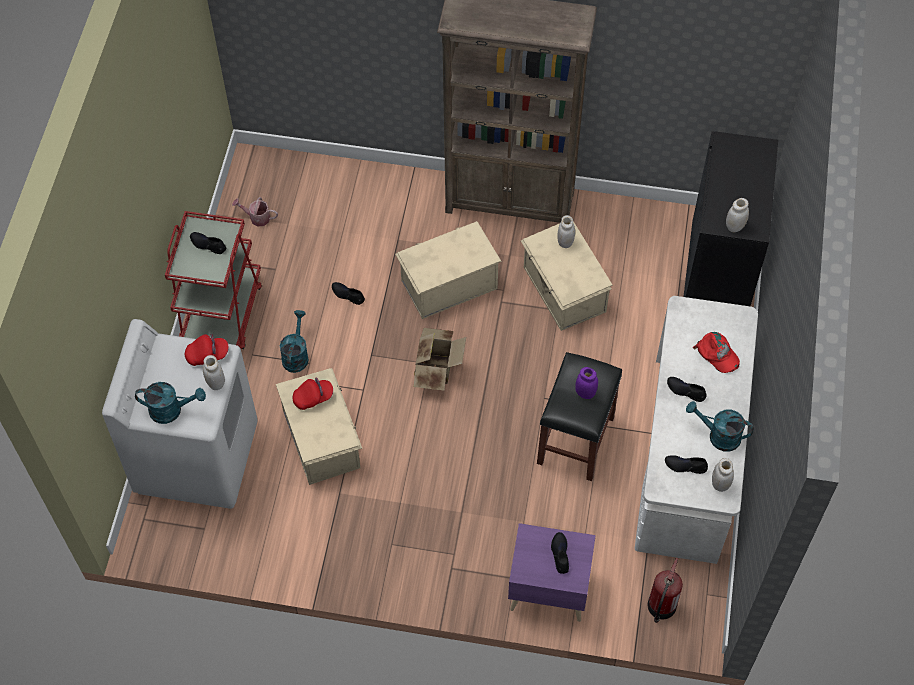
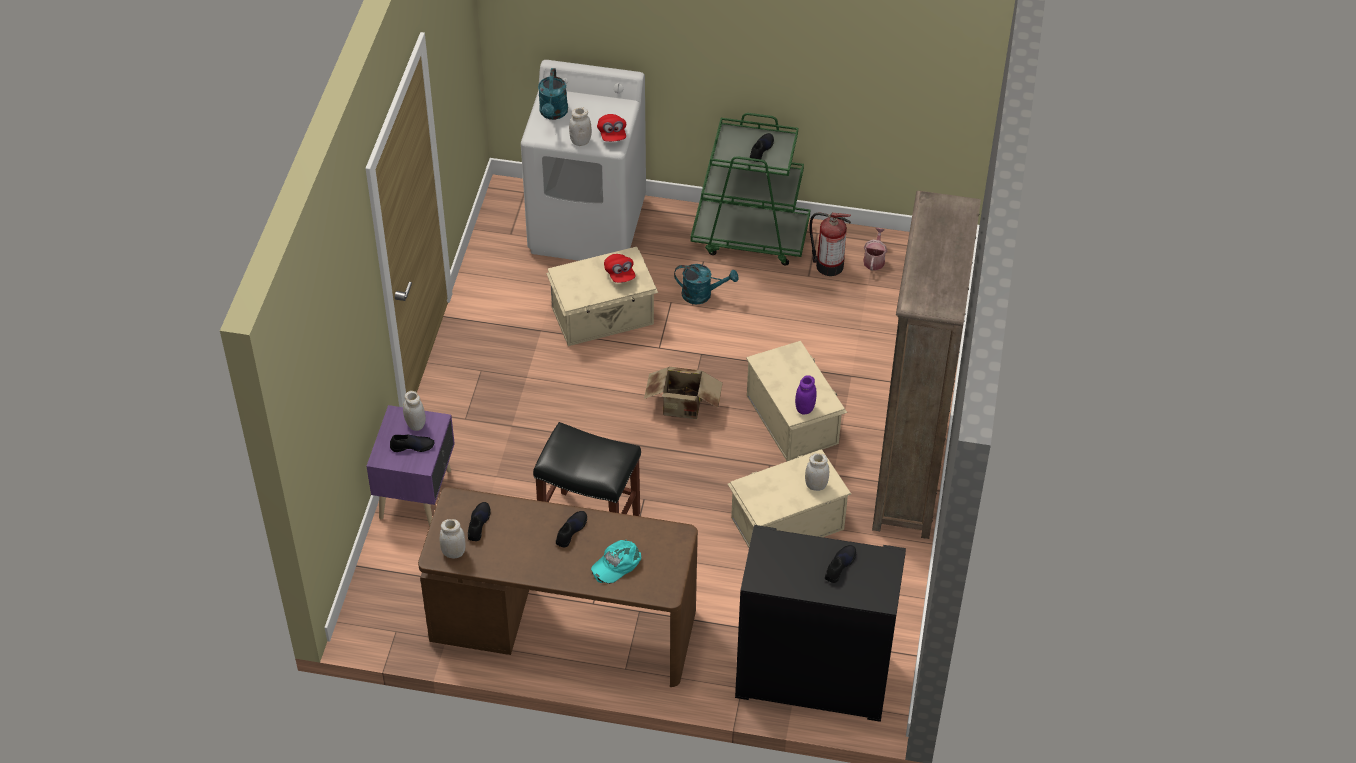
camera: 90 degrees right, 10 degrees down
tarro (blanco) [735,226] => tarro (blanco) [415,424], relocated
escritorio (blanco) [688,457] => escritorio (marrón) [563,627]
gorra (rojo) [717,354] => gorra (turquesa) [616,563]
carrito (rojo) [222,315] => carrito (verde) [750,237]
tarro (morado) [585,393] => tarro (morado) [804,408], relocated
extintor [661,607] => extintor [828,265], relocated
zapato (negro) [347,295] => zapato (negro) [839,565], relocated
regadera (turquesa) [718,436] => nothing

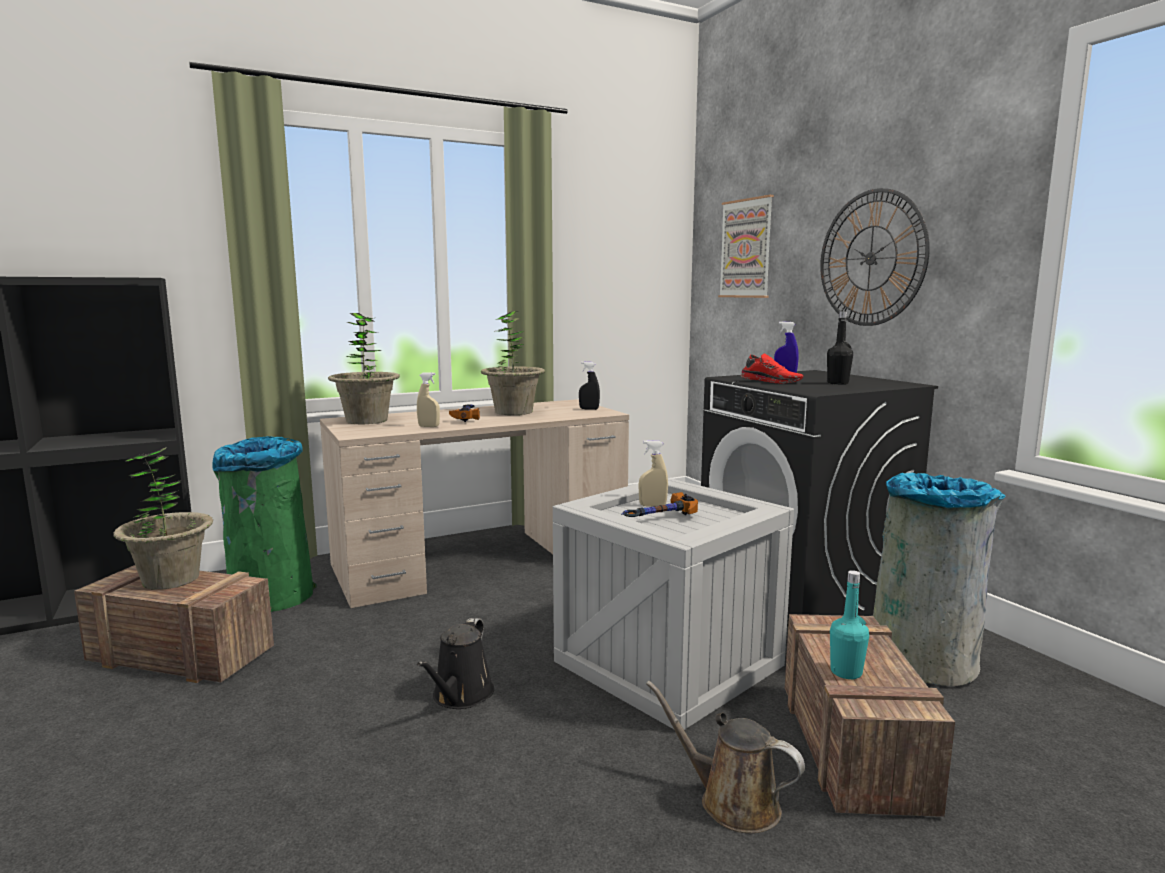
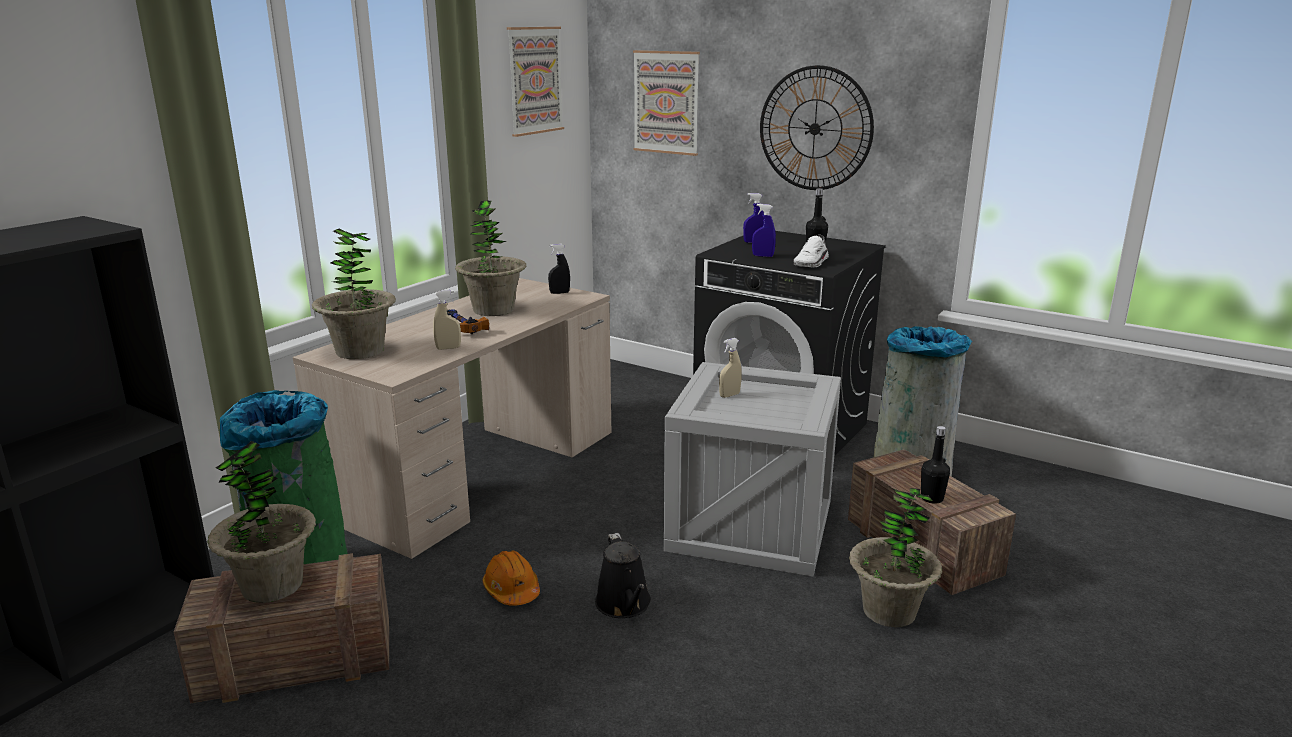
camera: 30 degrees left, 10 degrees up
nothing => casco (naranja) [511,590]
nothing => cuadro [534,80]
zapato (rojo) [771,381] => pulverizador (azul) [763,256]
nothing => zapato (blanco) [812,263]
regadera (marrón) [732,802] => planta en maceta [889,611]
botella (turquesa) [846,672] => botella (negro) [931,498]
martillo [660,519] => nothing

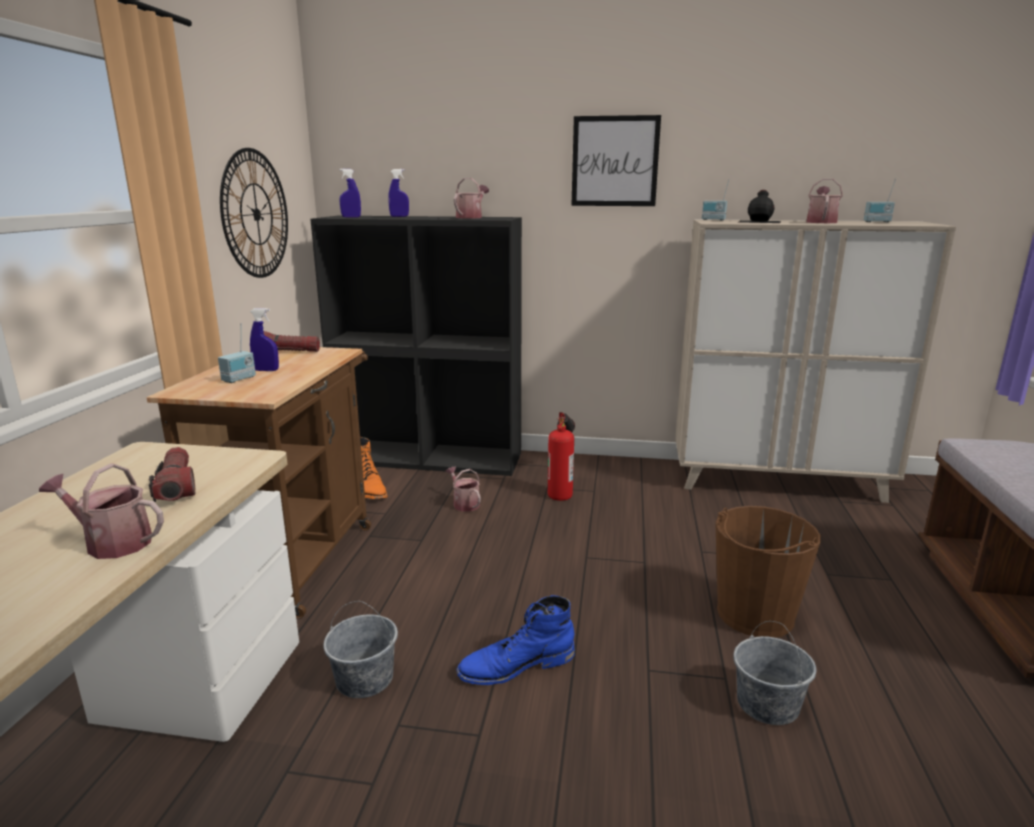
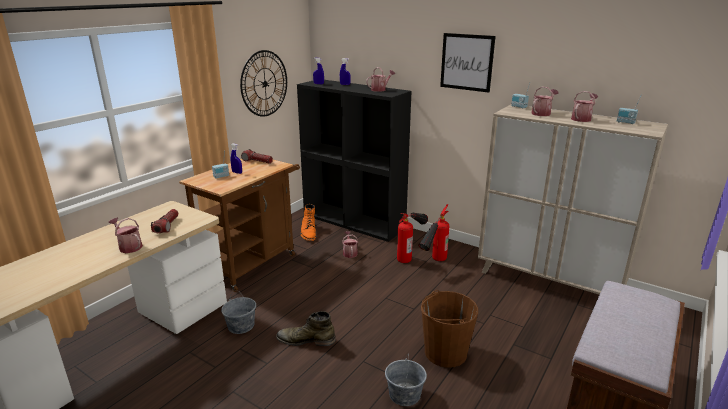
camera: 25 degrees right, 5 degrees up
bota (azul) [516,665] => bota (verde) [306,340]
nothing => extintor [433,263]
botella (negro) [760,221] => regadera [542,113]

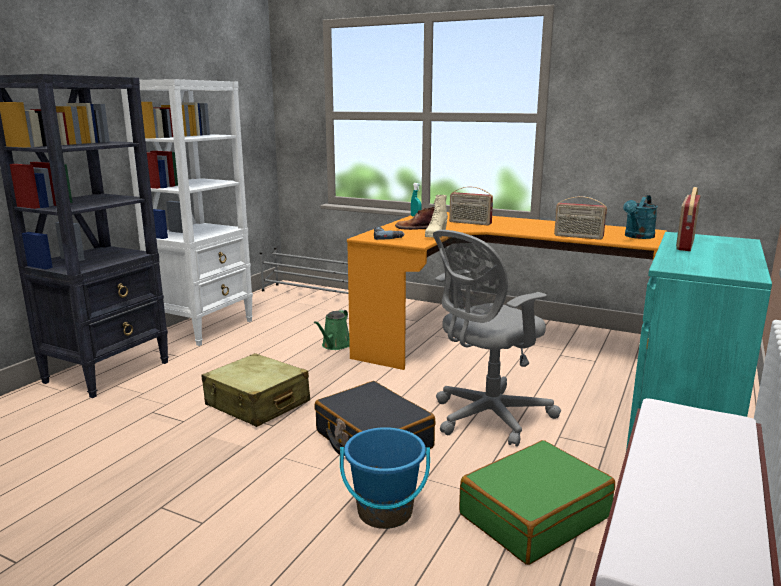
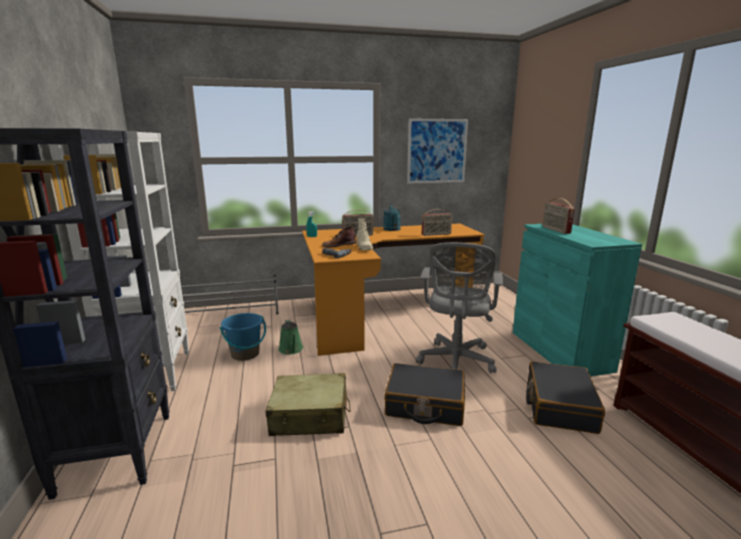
camera: 40 degrees left, 0 degrees up
cubo (azul) [385,512] => cubo (azul) [245,354], relocated
regadera (turquesa) [637,237] => regadera (turquesa) [392,230], relocated
nothing => cuadro [437,151]
maleta (verde) [533,515] => maleta (negro) [559,406]

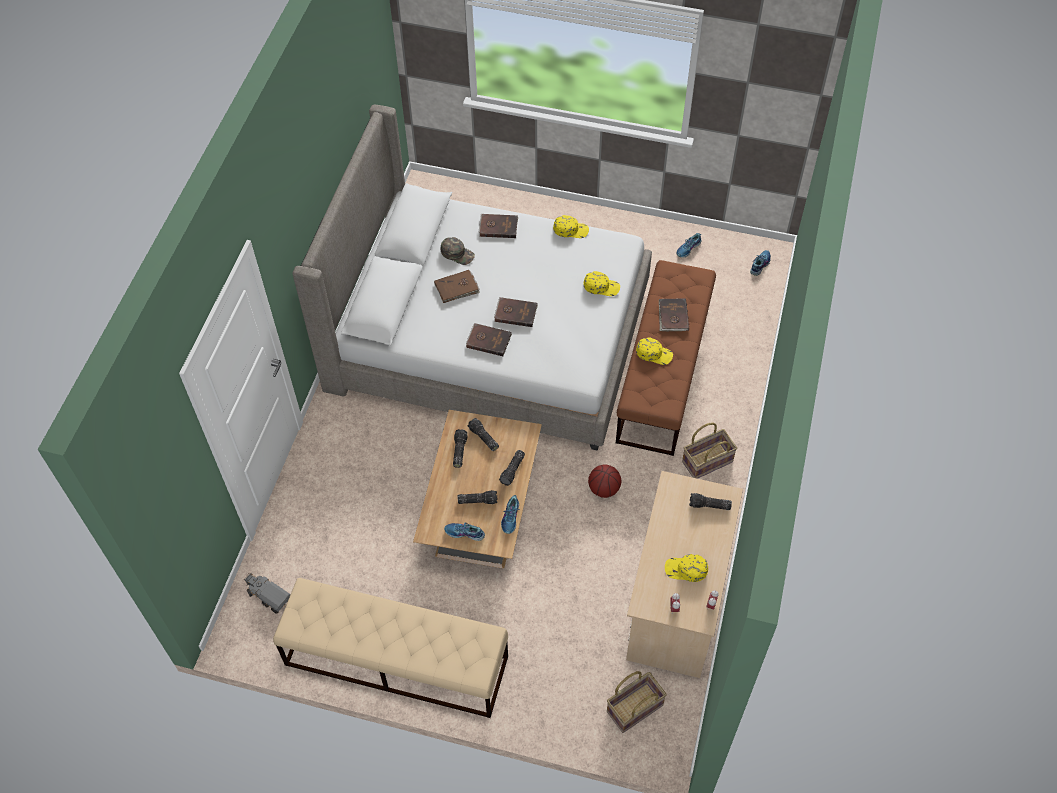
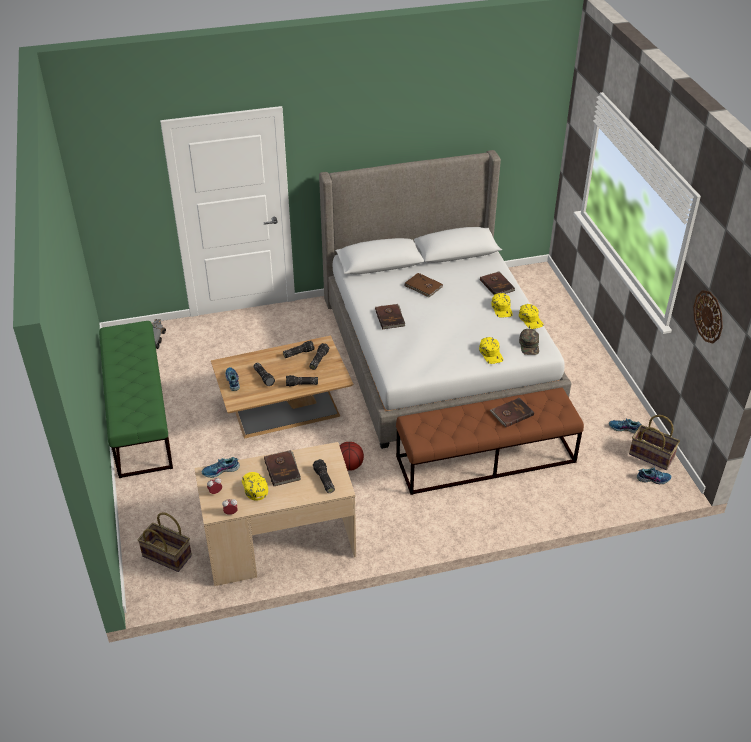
camera: 60 degrees right, 15 degrees down
banco (beis) [395,660] => banco (verde) [139,414]
zapato [511,517] => zapato [221,471], relocated
libro (marrón) [515,313] => libro (marrón) [282,469], relocated
gorra (amarillo) [654,353] => gorra (amarillo) [502,308], relocated
gorra (verde) [457,253] => gorra (verde) [529,345], relocated
cesta [707,461] => cesta [652,455], relocated
nothing => reloj de pared [708,316]

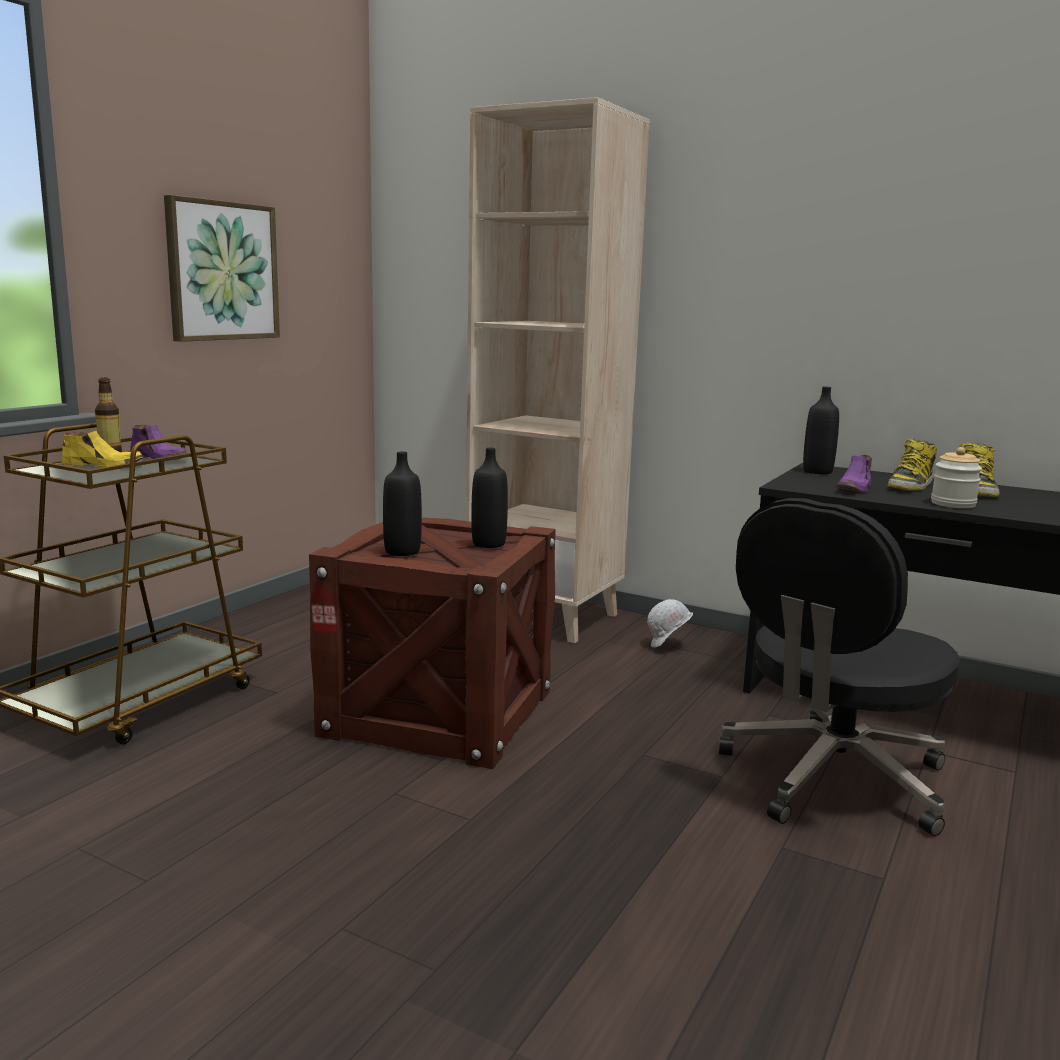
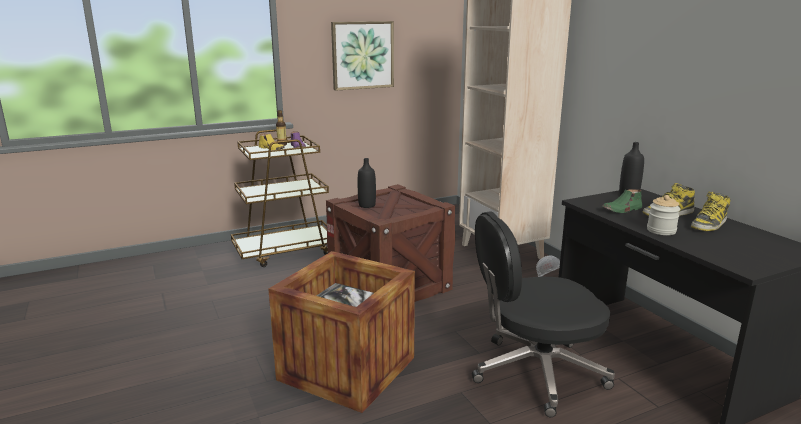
camera: 35 degrees right, 5 degrees up
nothing => caja de embalaje [347,368]
zapato (morado) [855,488] => zapato (verde) [622,210]
botella (negro) [488,544] => nothing

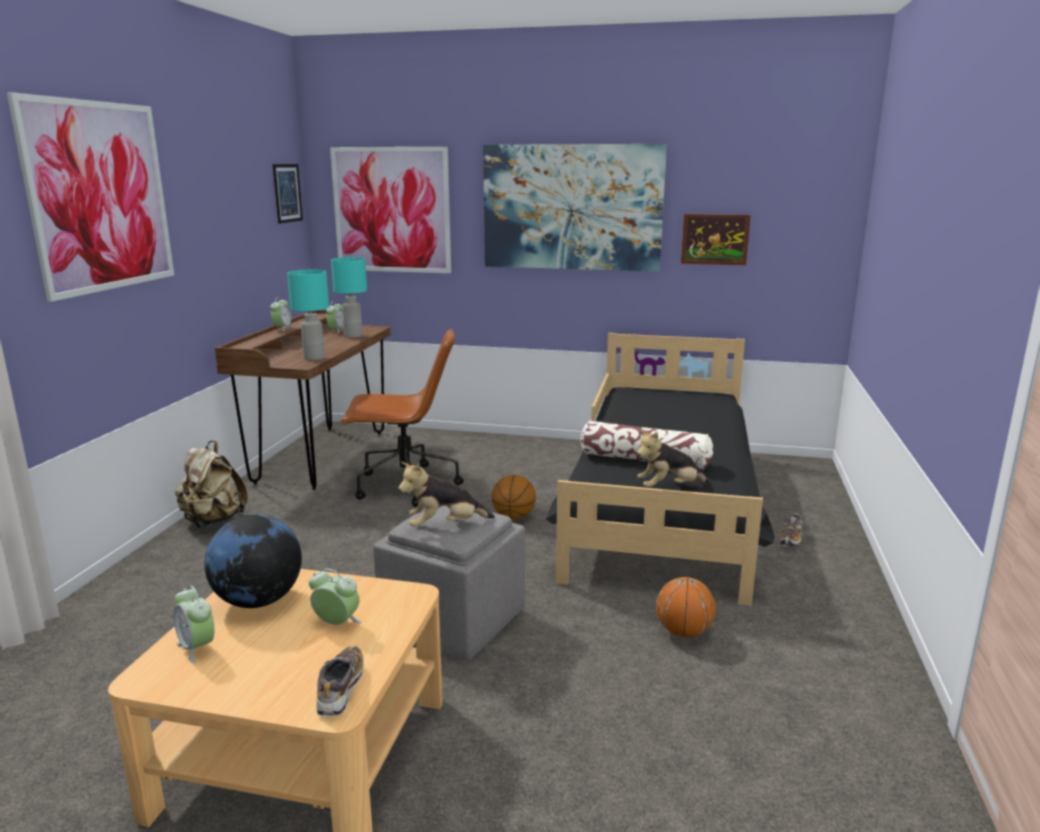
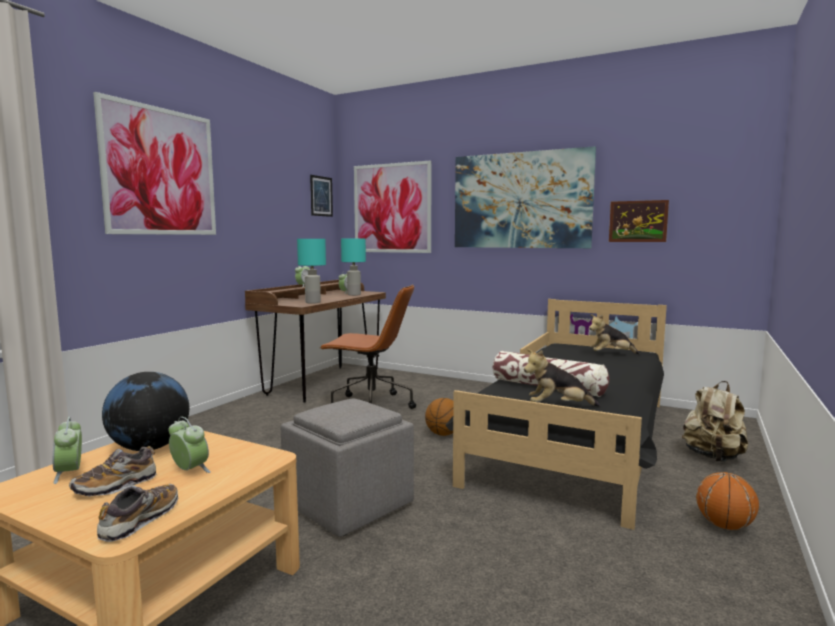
camera: 15 degrees right, 10 degrees down
zapato [791,539] => zapato [116,486], relocated
peluche [445,526] => peluche [611,354], relocated
mochila (beis) [213,521] => mochila (beis) [713,457], relocated
balón de baloncesto [683,632] => balón de baloncesto [724,526], relocated

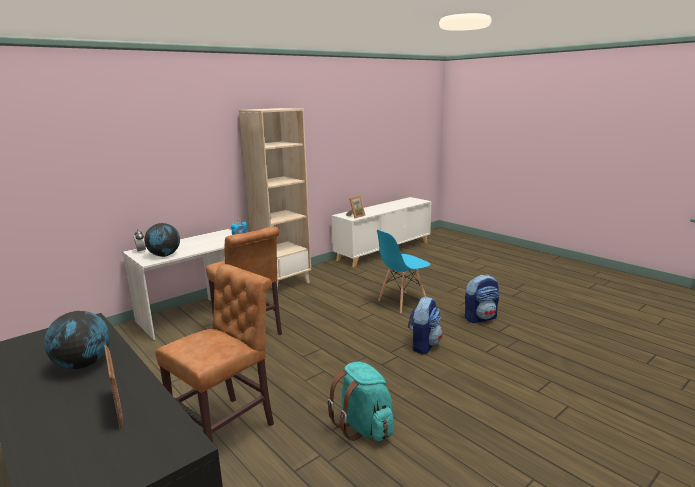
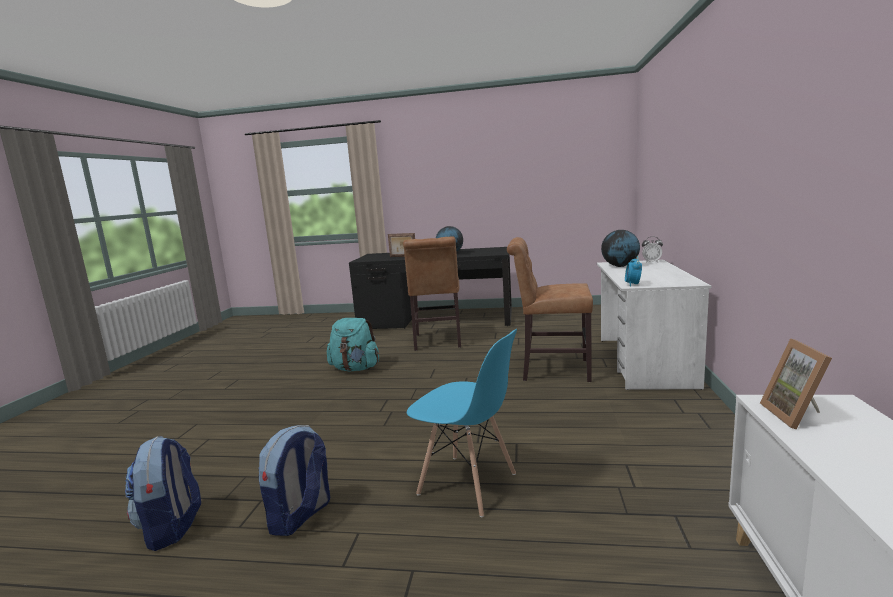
camera: 140 degrees right, 5 degrees down
mochila [423,345] => mochila [172,527], relocated
silla (azul) [402,302] => silla (azul) [468,485], 105 degrees clockwise
estantería (beis) [283,283] => nothing

